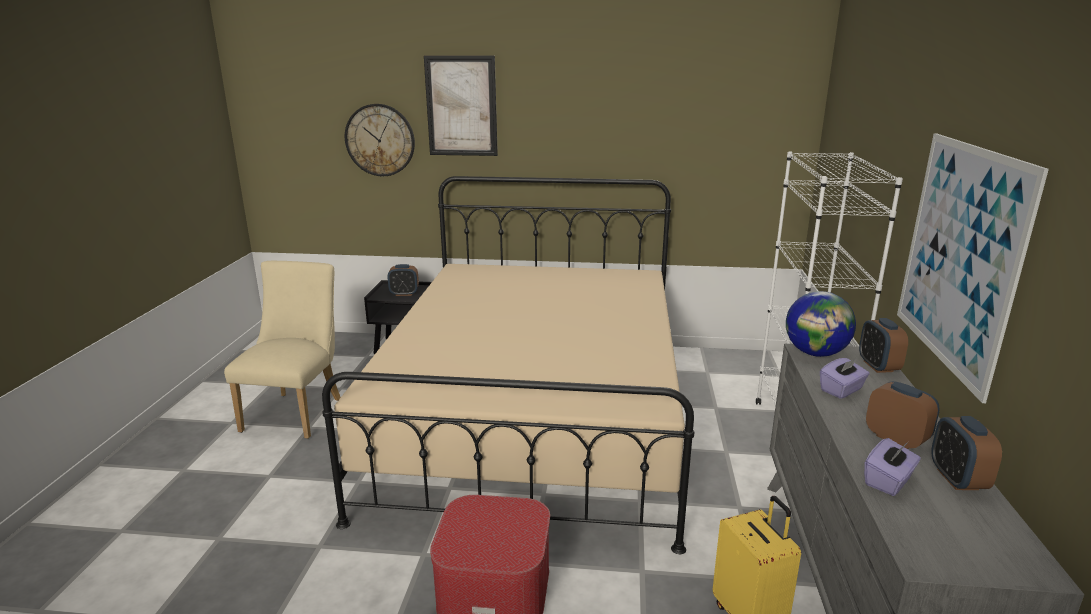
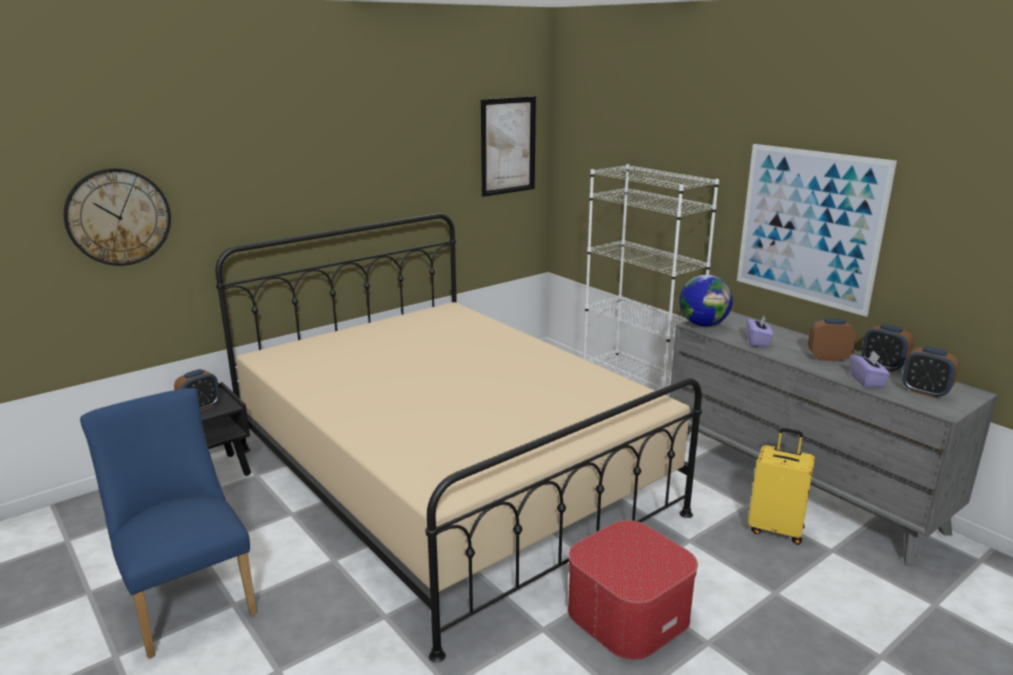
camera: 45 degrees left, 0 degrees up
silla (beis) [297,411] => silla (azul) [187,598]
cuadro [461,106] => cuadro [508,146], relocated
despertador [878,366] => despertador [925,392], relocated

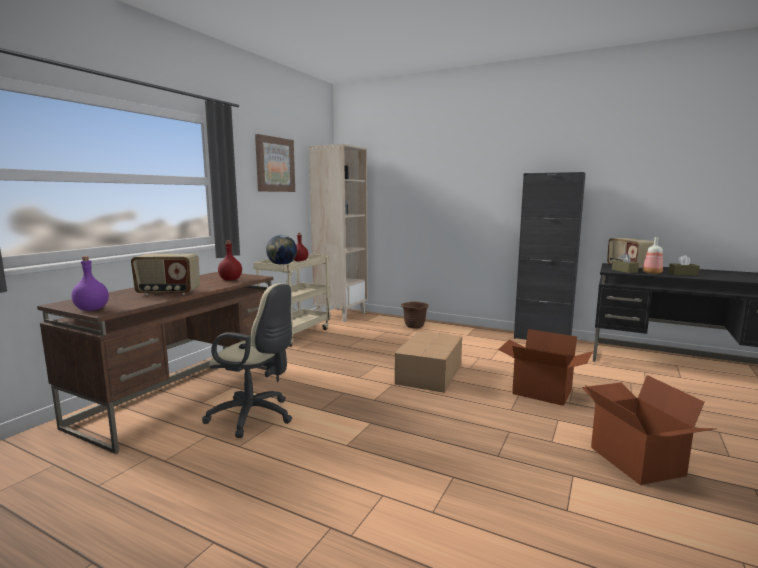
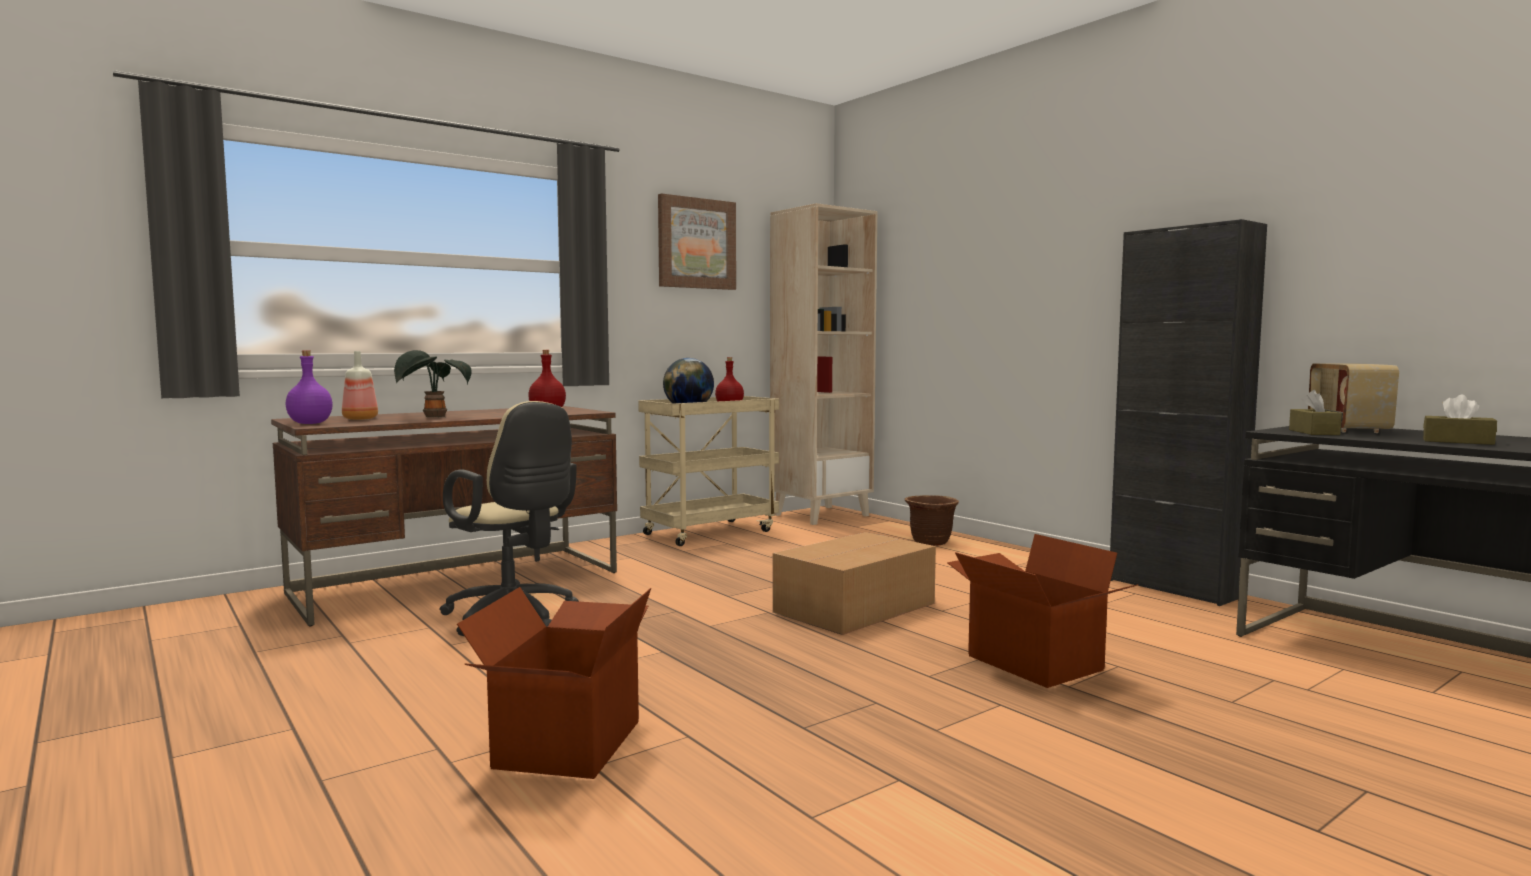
camera: 25 degrees right, 5 degrees down
botella [651,273] => botella [359,419], relocated
radio [168,293] => planta en maceta [433,417]
caja de cartón [634,461] => caja de cartón [566,743], relocated

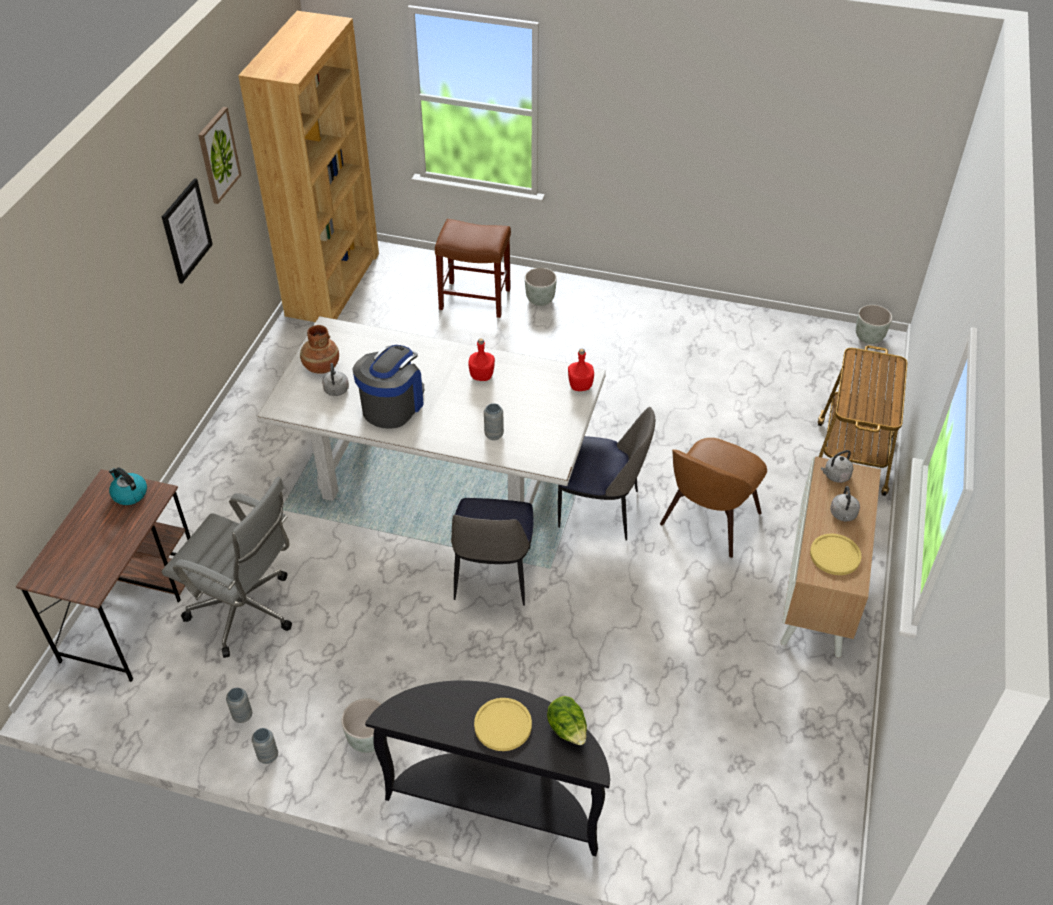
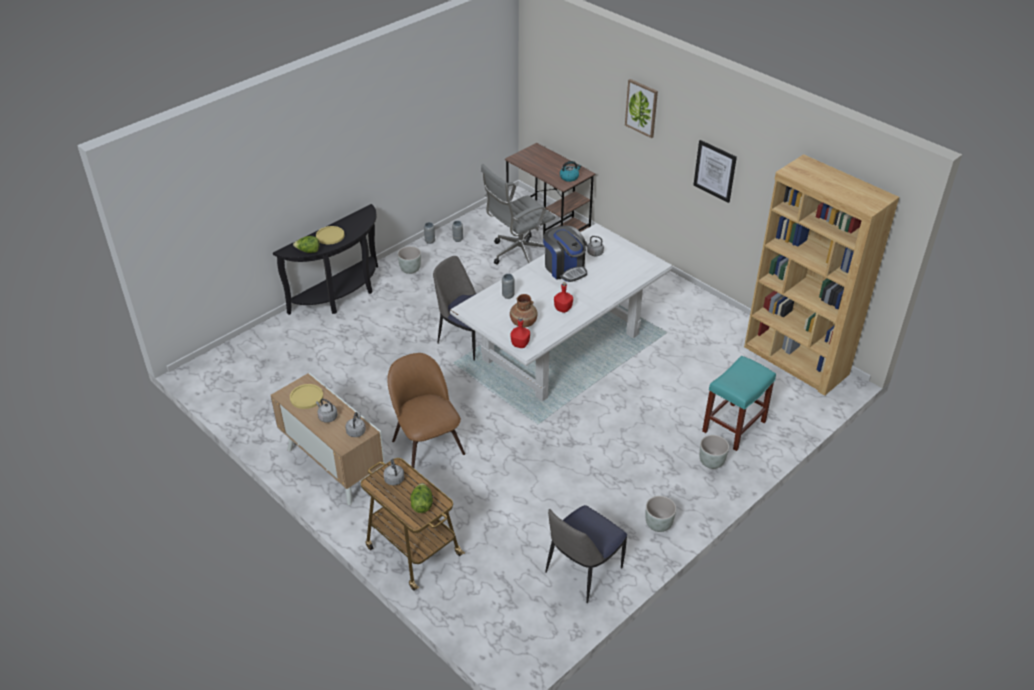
camera: 120 degrees right, 5 degrees down
nothing => hervidor (gris) [394,478]
nothing => lechuga [422,505]
florero (marrón) [321,367] => florero (marrón) [523,322], relocated
silla [601,510] => silla [582,572], relocated
cuadro [218,155] => cuadro [641,108], relocated
maceta (gris) [869,338] => maceta (gris) [658,525], relocated
taburete (marrón) [476,299] => taburete (turquesa) [733,427]

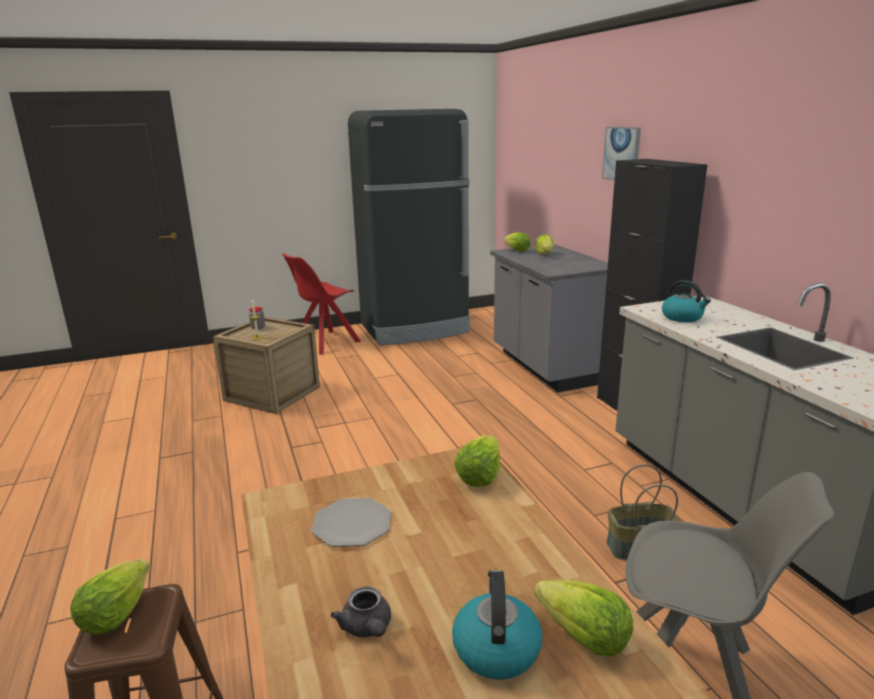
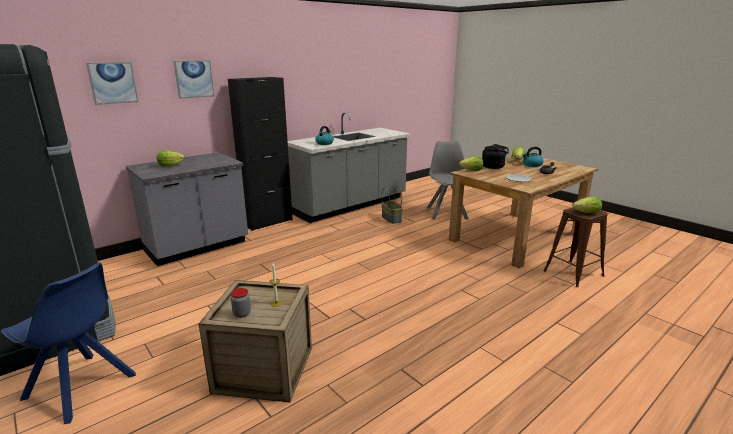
camera: 110 degrees left, 0 degrees up
silla (rojo) [324,343] => silla (azul) [82,388]
nothing => cuadro [112,83]
nothing => hervidor (negro) [494,167]
lechuga [517,250] => nothing

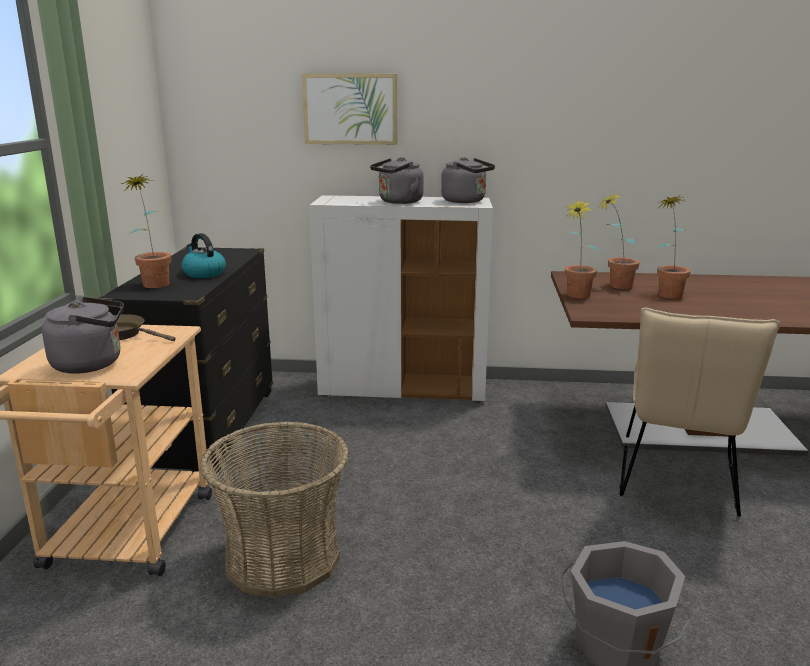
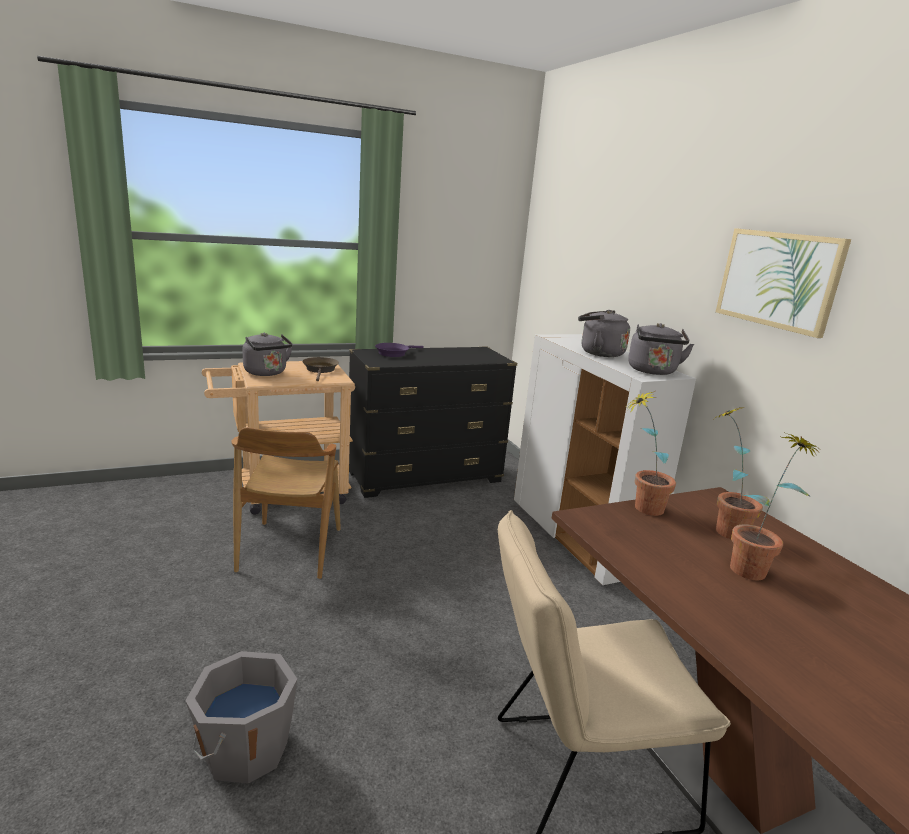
camera: 60 degrees right, 0 degrees up
cesta [282,558] => silla (marrón) [289,549]
planta en maceta [154,282] => sartén (morado) [394,353]
cuadro [350,109] => cuadro [778,279], relocated
hervidor [204,273] => nothing

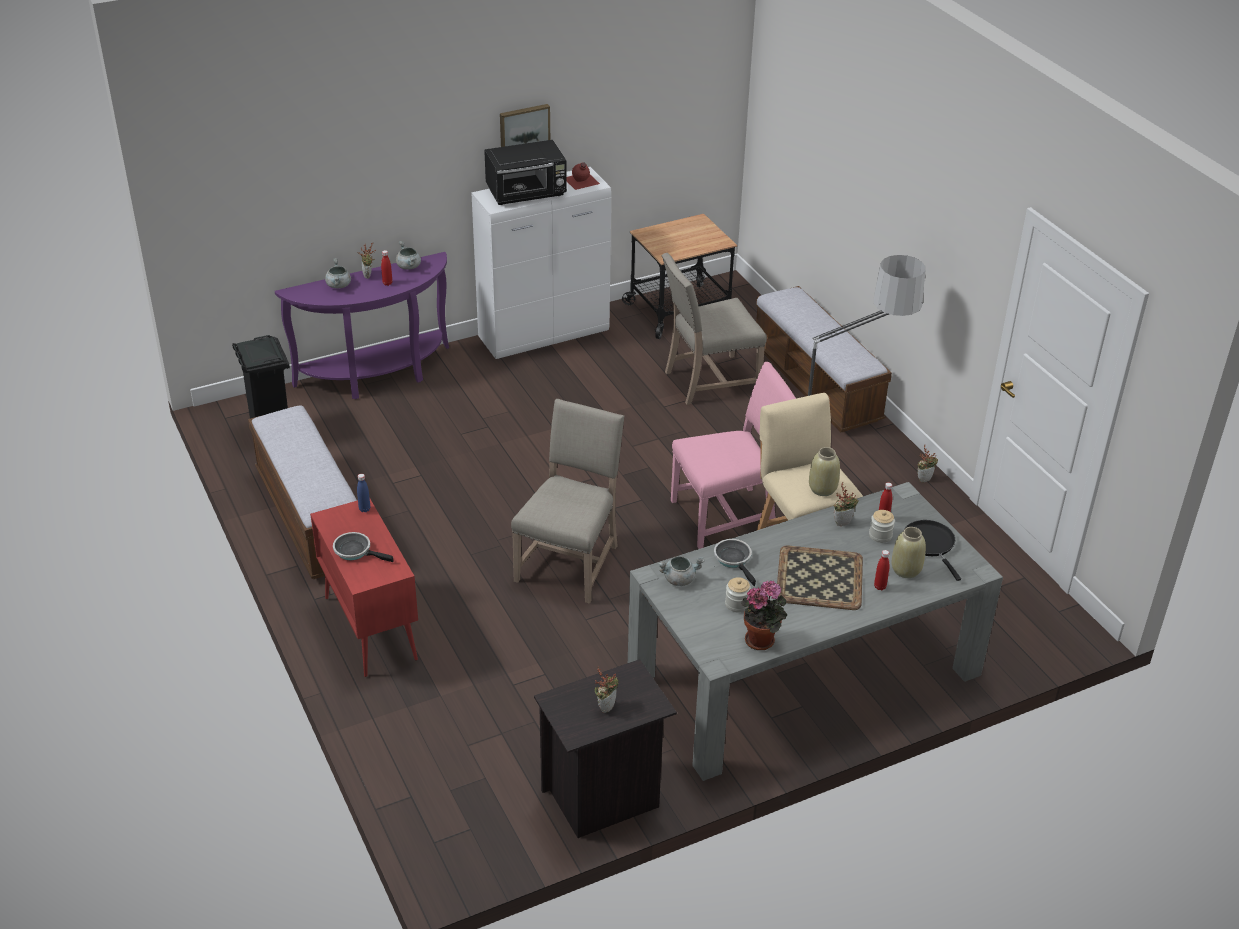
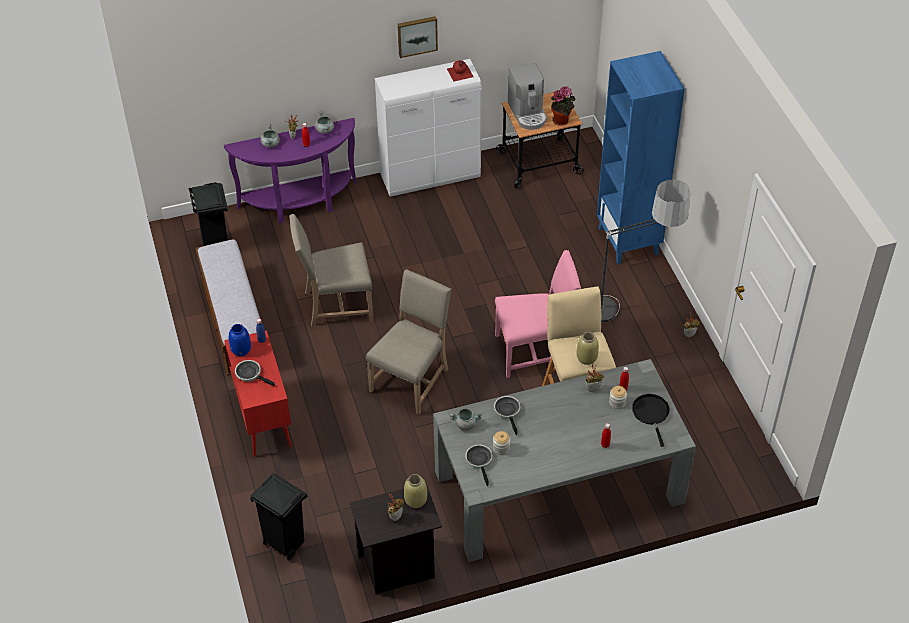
camera: 10 degrees right, 10 degrees up
nothing => florero (azul) [241,350]
nothing => papelera (negro) [284,543]
silla (beis) [708,381] => silla (beis) [336,305], relocated
florero (beis) [906,570] => florero (beis) [416,500], relocated
nothing => sartén [479,461]
nothing => cafetera [528,113]
planta en maceta [762,640] => planta en maceta [562,120], relocated
banco [816,384] => estantería (azul) [629,241]
microondas (negro) [527,193] => nothing
bandeja [819,578] => nothing

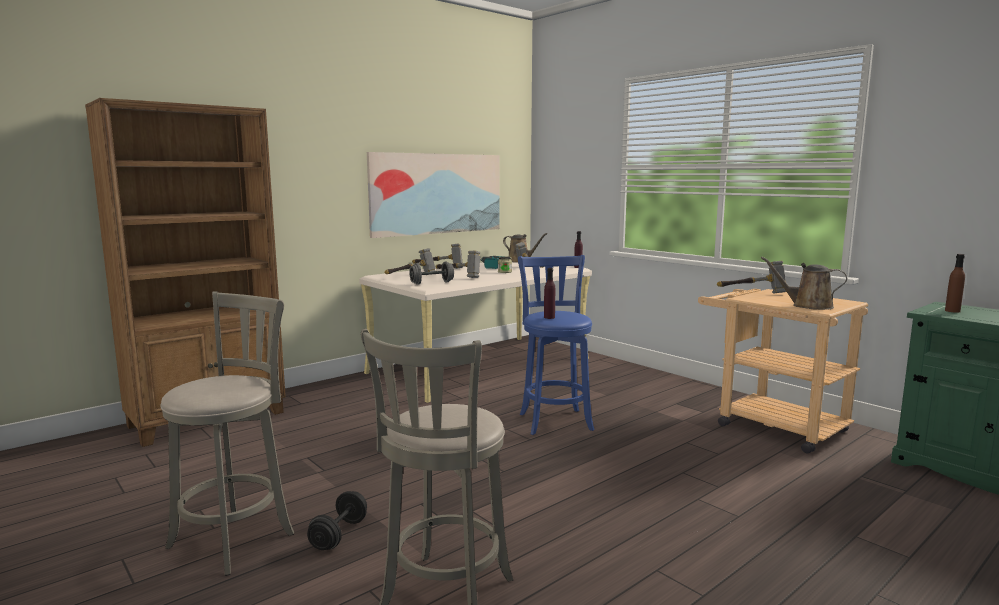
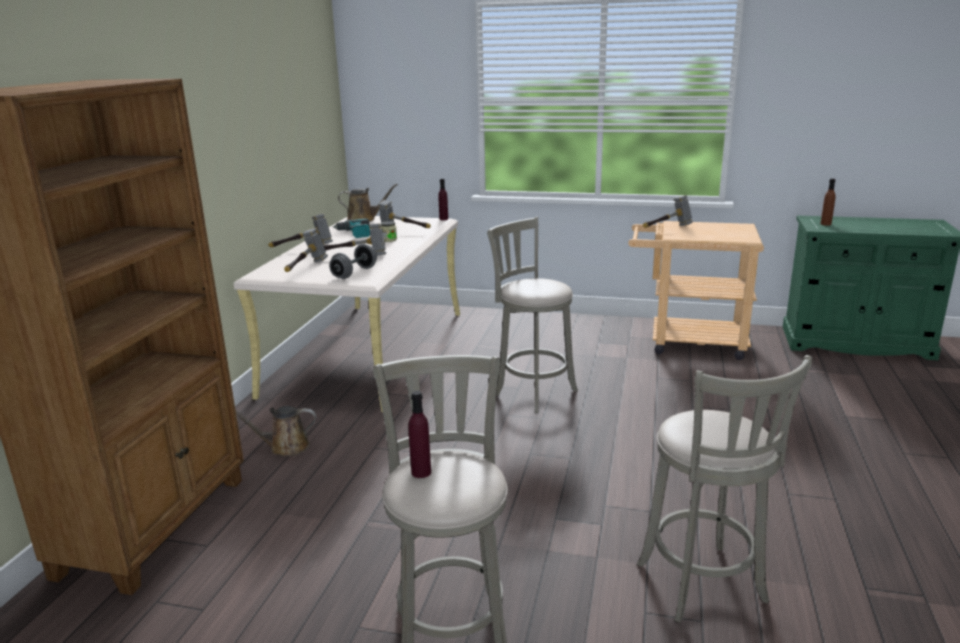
camera: 35 degrees left, 10 degrees up
regadera (marrón) [808,306] => regadera (marrón) [285,447], relocated
botella (morado) [549,317] => botella (morado) [421,472], relocated
taburete (azul) [554,420] => taburete (gris) [532,391]
mancuerna (negro) [339,535] => nothing
cuadro [437,193] => nothing

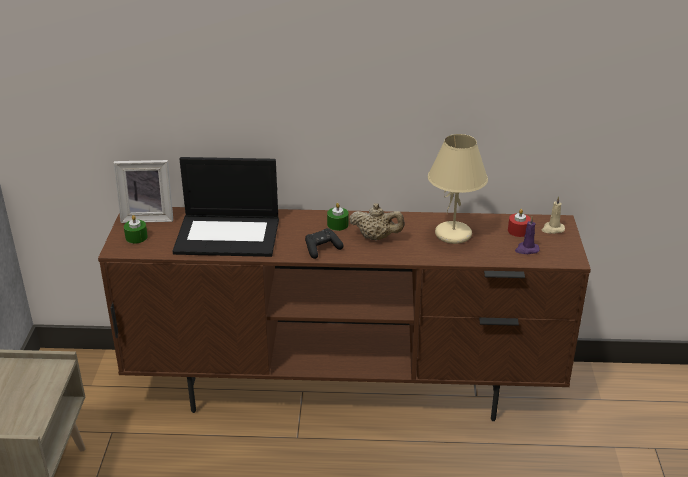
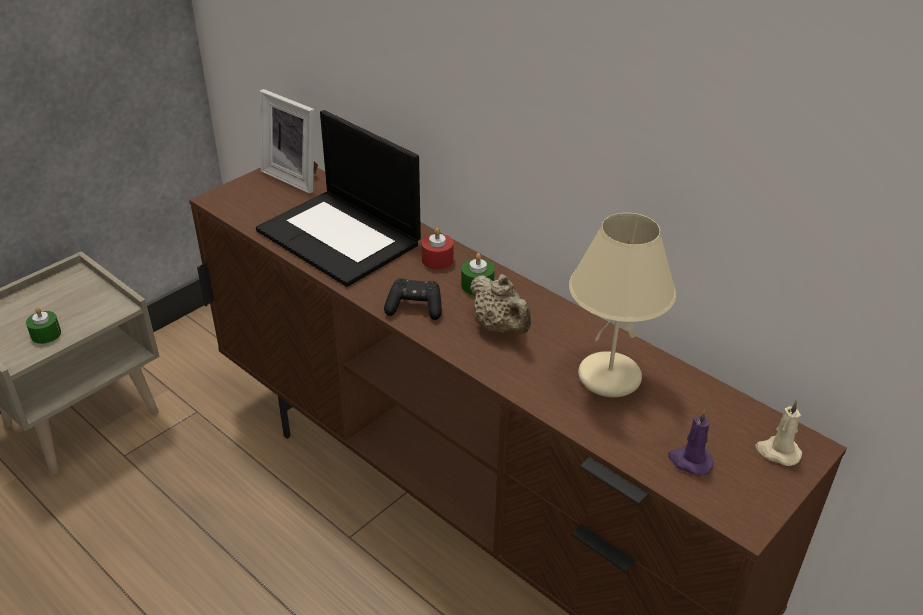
camera: 40 degrees right, 5 degrees up
vela (verde) [136,237] => vela (verde) [46,334], relocated
vela (rojo) [518,231] => vela (rojo) [437,259], relocated

